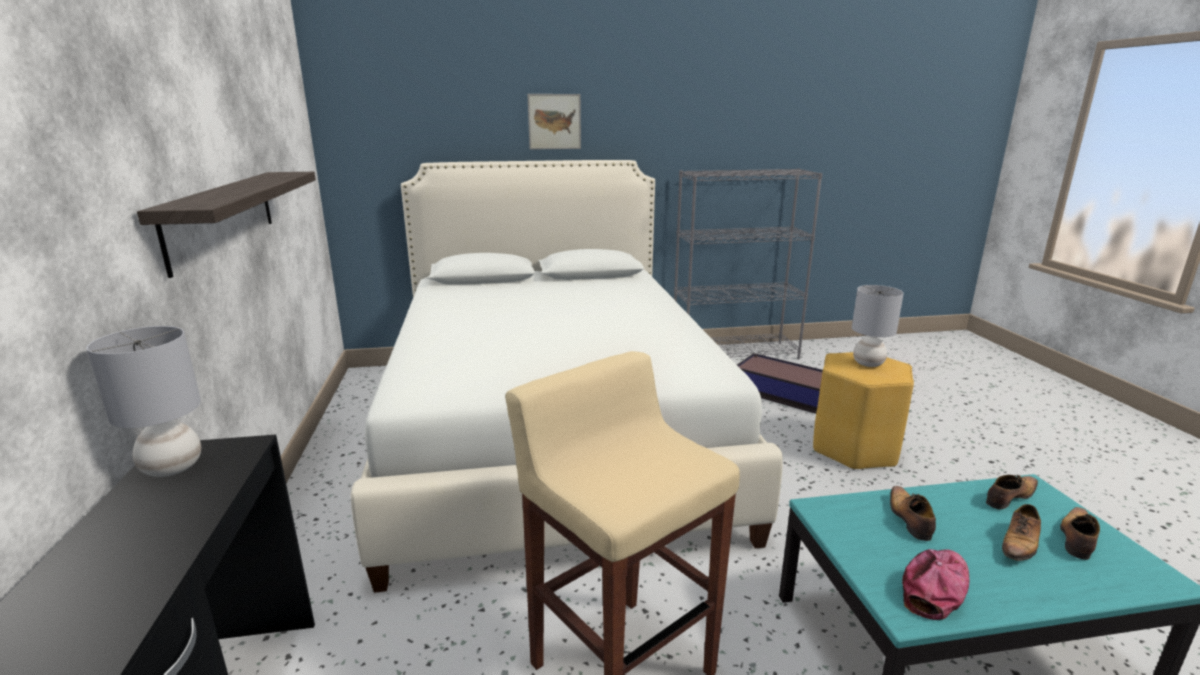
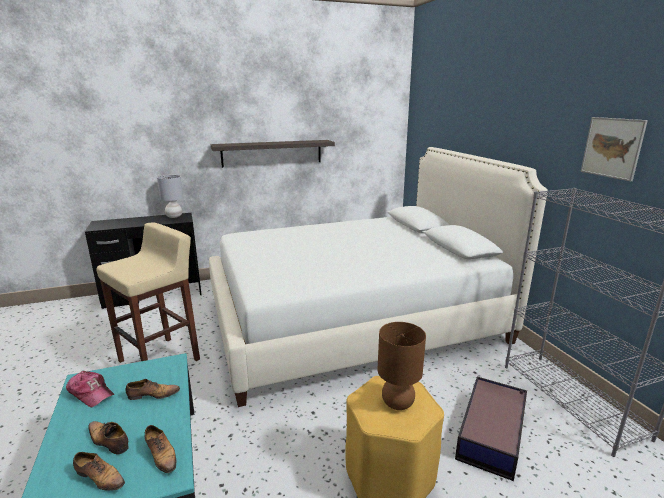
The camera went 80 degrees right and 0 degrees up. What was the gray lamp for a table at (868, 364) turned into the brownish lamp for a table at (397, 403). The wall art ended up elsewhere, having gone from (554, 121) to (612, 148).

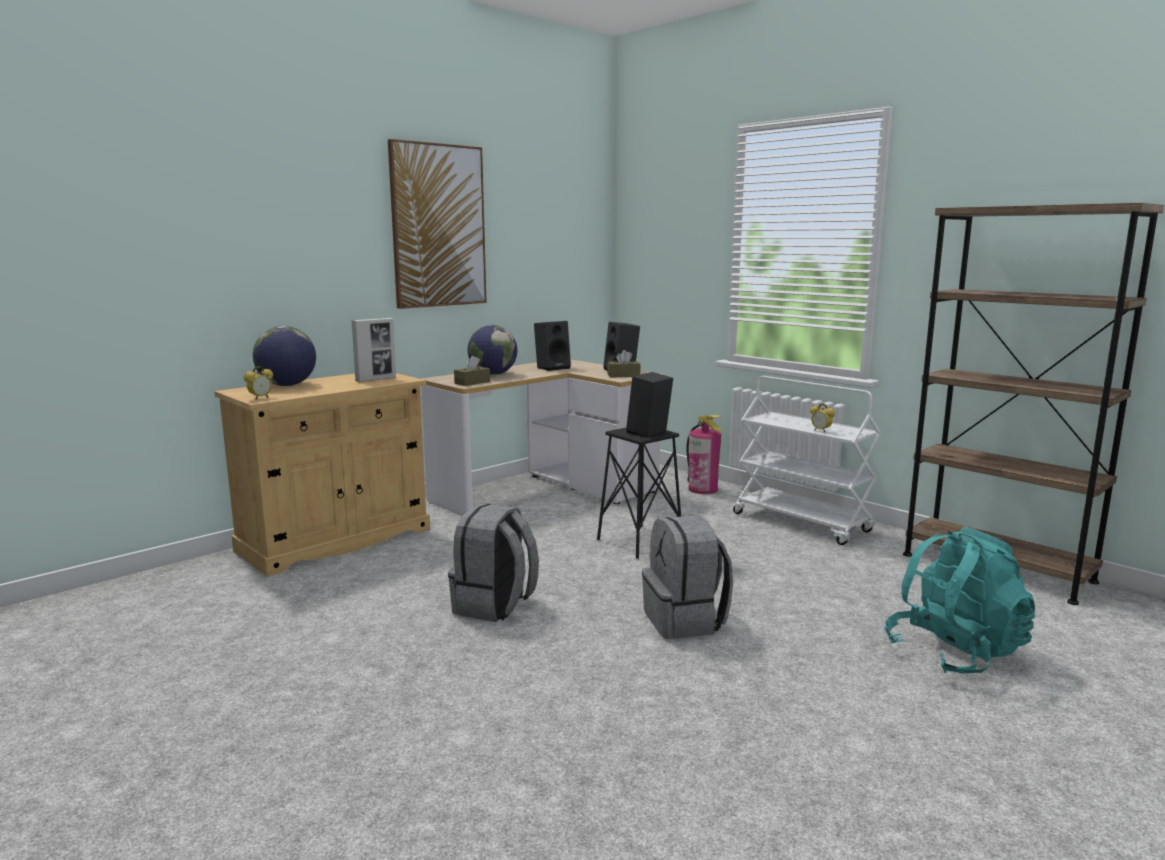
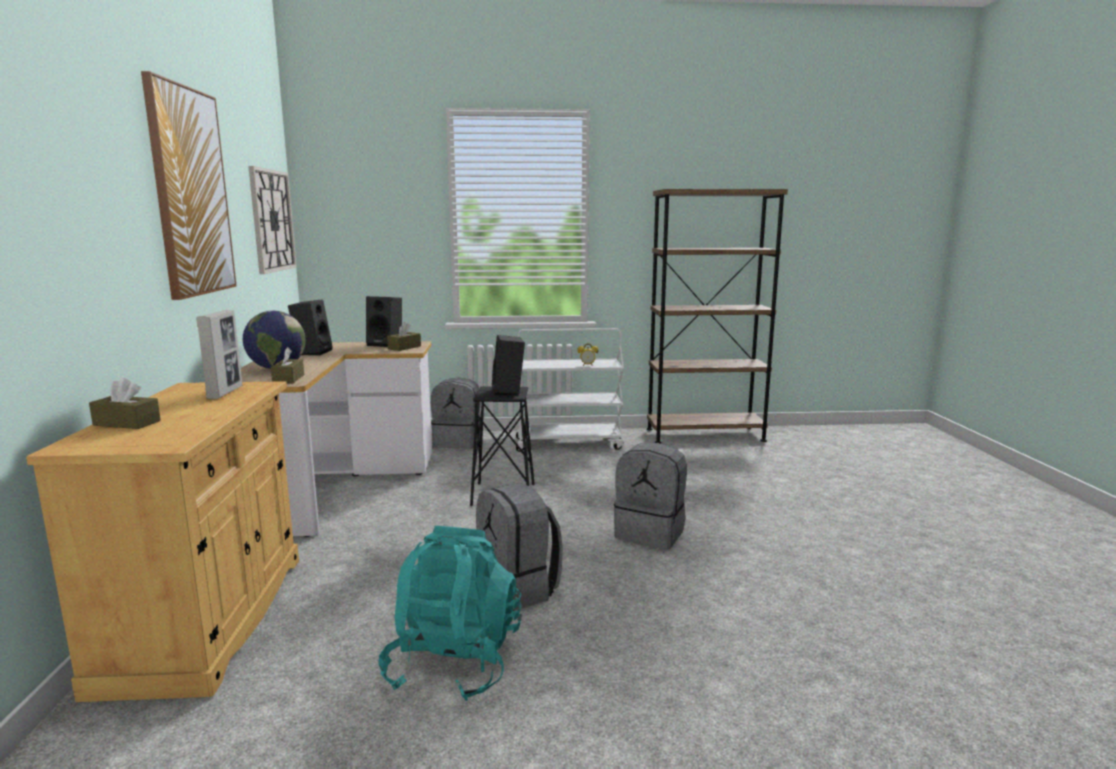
The camera went 50 degrees left and 0 degrees up. Where the world globe stood at (287, 385), the brownish tissue box came to stand at (127, 423). The second view gained the clock on the wall at (272, 221). The blue-green rucksack ended up elsewhere, having gone from (954, 652) to (454, 662). Where the fire extinguisher stood at (703, 489), the gray rucksack came to stand at (458, 442). The second view lost the bedside clock at (260, 398).

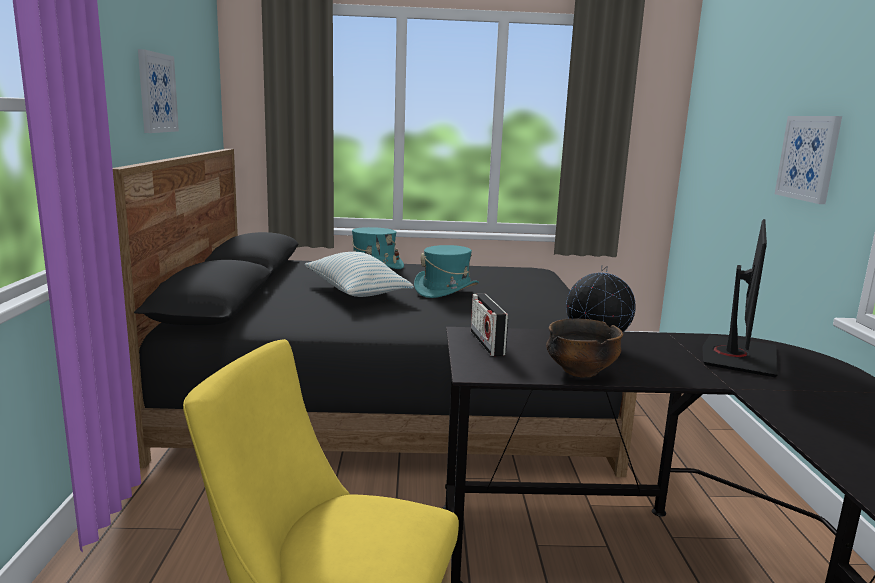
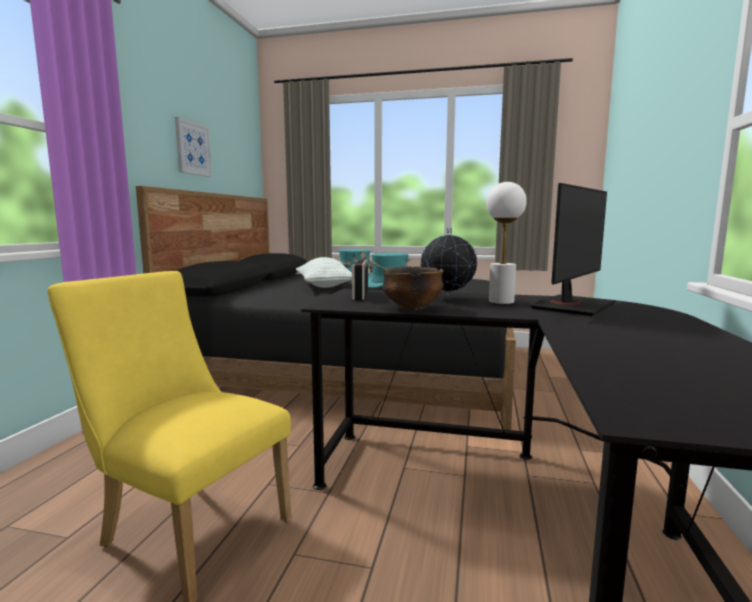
The camera went 15 degrees right and 5 degrees down. The second view gained the white lamp for a table at (501, 301). The second view lost the wall art at (808, 158).

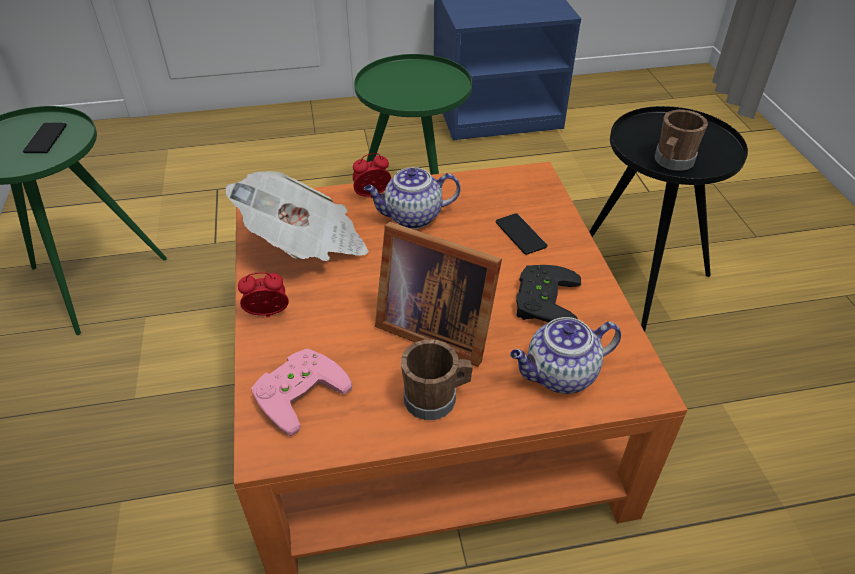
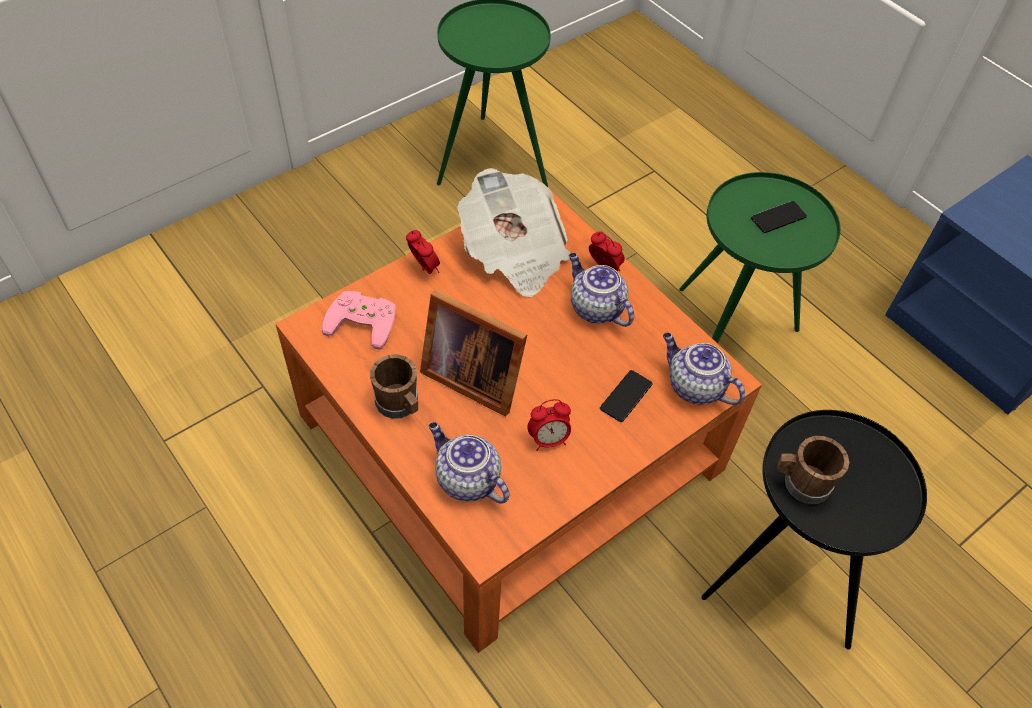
The camera went 60 degrees right and 10 degrees up. The picture frame at (433, 326) ended up facing another way, 60 degrees counterclockwise from before. Where the black-coloured joypad stood at (542, 299), the bedside clock came to stand at (548, 440). The second view gained the pot for tea at (694, 386). The handset ended up elsewhere, having gone from (45, 139) to (778, 217).

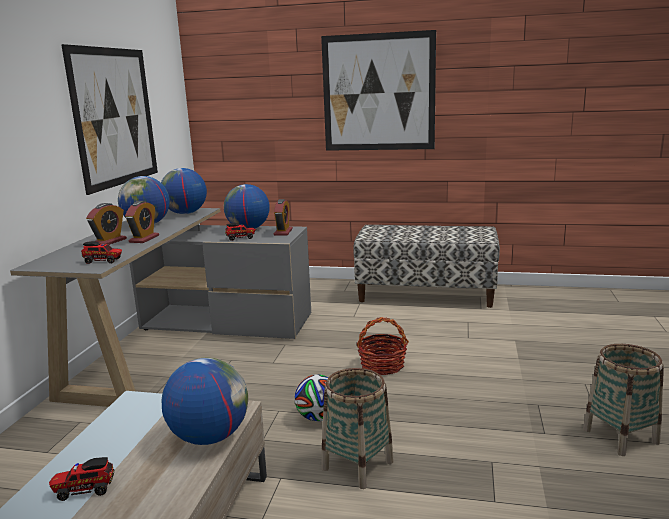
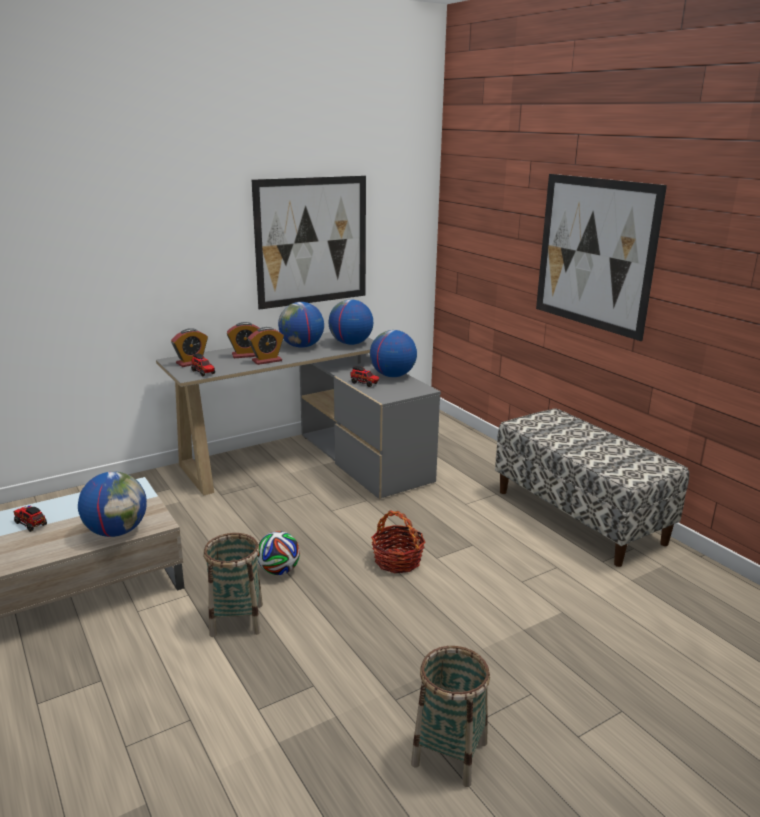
The camera went 45 degrees right and 5 degrees up. The bedside clock ended up elsewhere, having gone from (283, 232) to (191, 363).

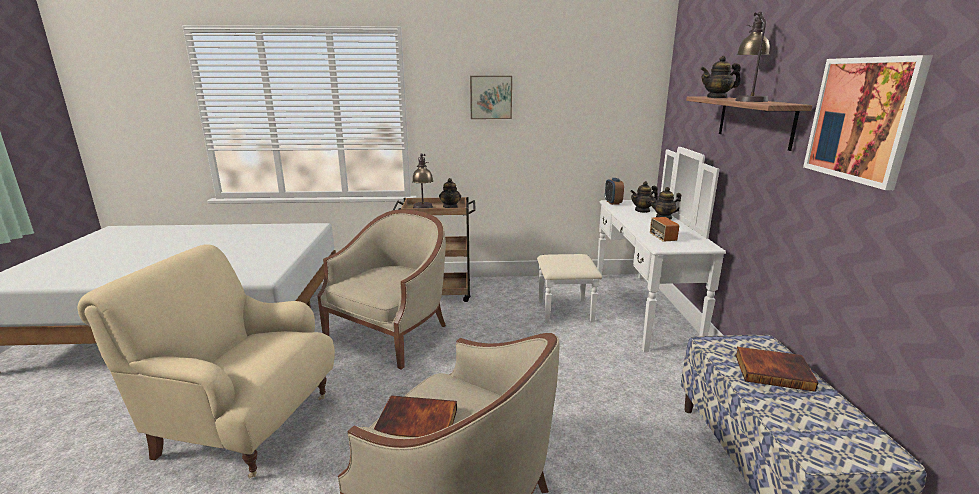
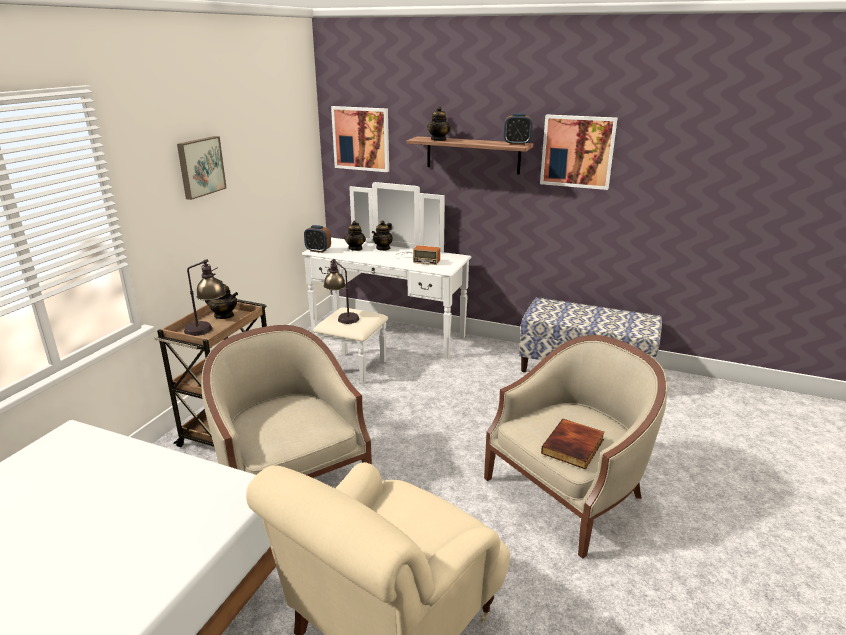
The camera went 65 degrees left and 5 degrees up. The lamp for a table ended up elsewhere, having gone from (747, 100) to (342, 317). The second view gained the wall art at (361, 138). The second view gained the bedside clock at (517, 144). The second view lost the bound book at (773, 371).

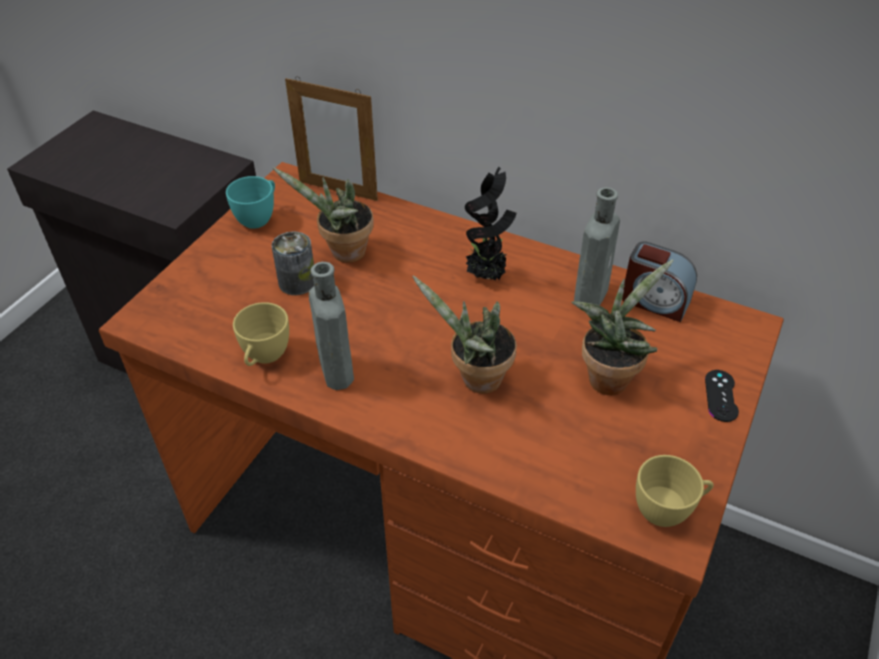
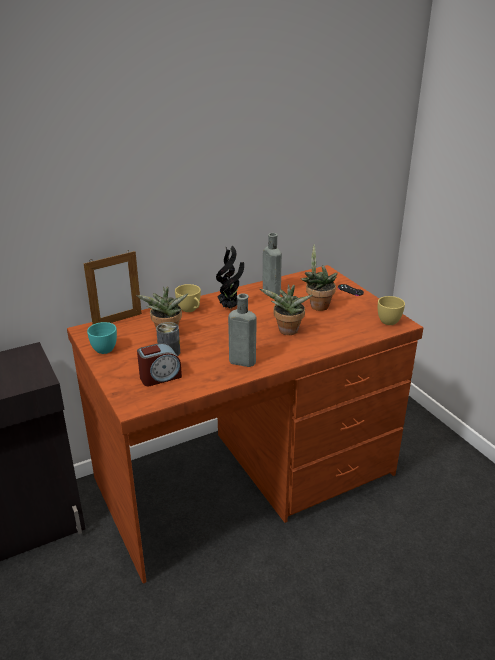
The camera went 55 degrees left and 15 degrees down. The bedside clock ended up elsewhere, having gone from (654, 301) to (160, 377). The yellow-coloured drinking cup ended up elsewhere, having gone from (264, 357) to (190, 310).

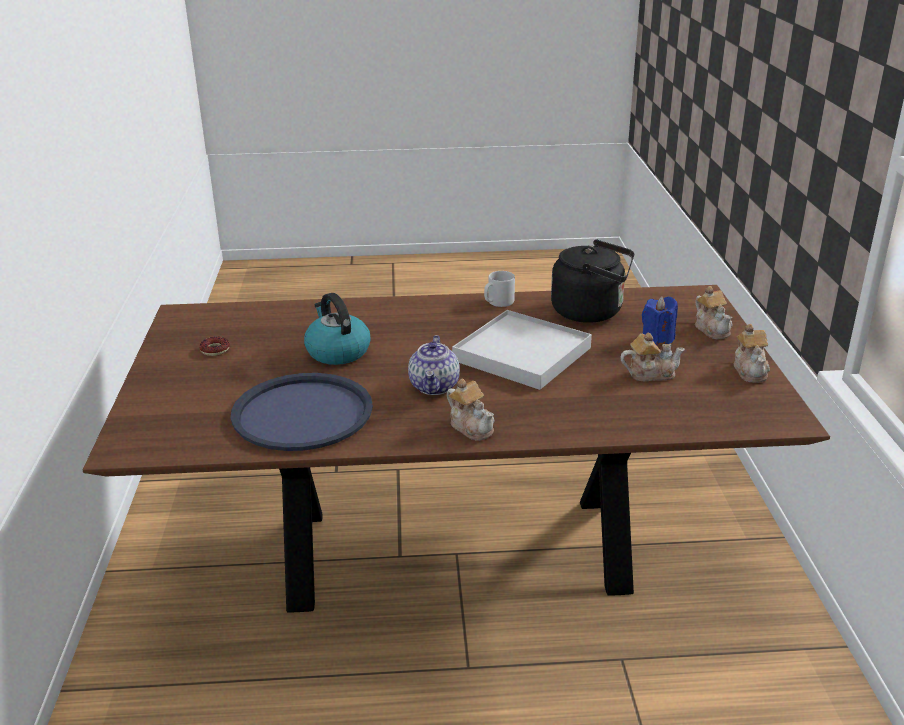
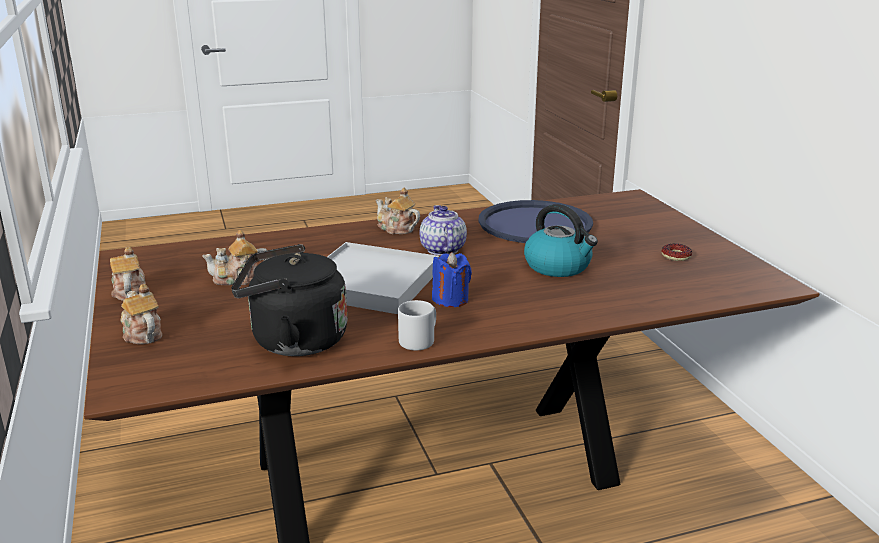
The camera went 165 degrees right and 5 degrees down. The blue wax light ended up elsewhere, having gone from (657, 339) to (450, 299).

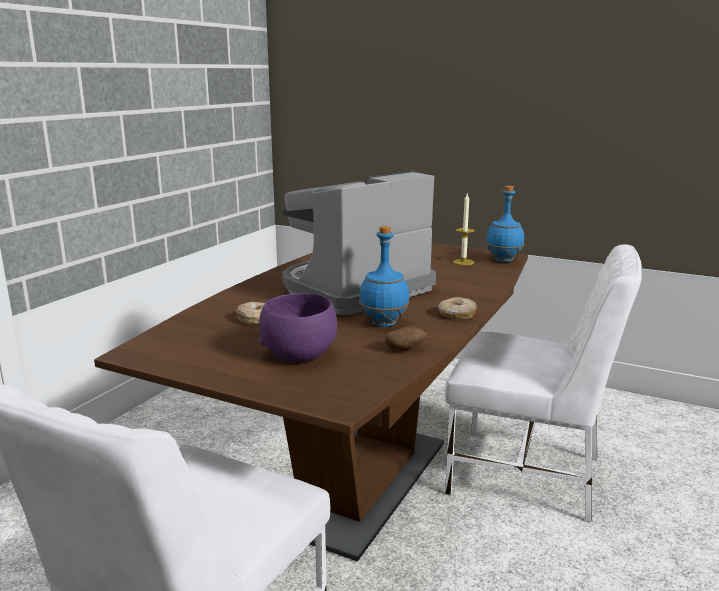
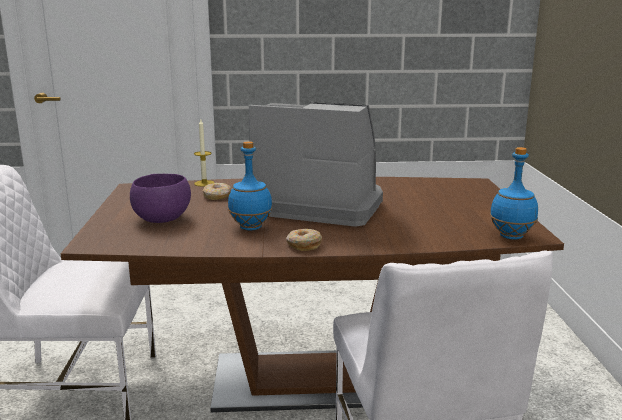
The camera went 60 degrees right and 0 degrees up. The wax light ended up elsewhere, having gone from (463, 262) to (204, 183). The second view lost the potato at (405, 350).

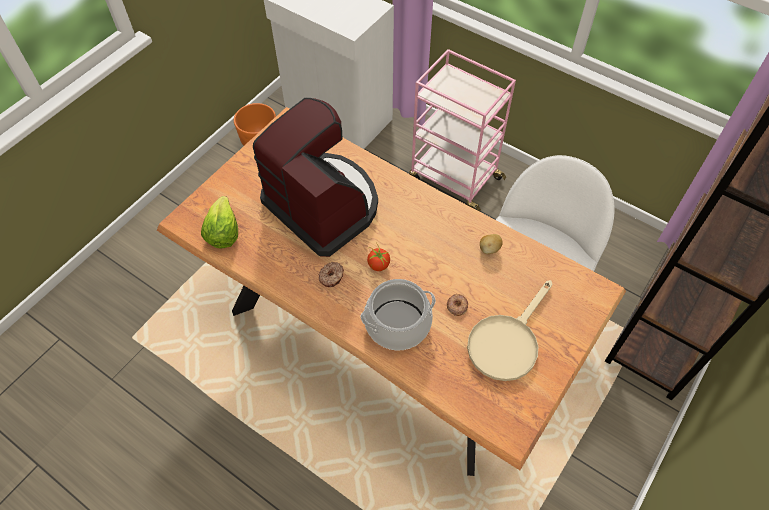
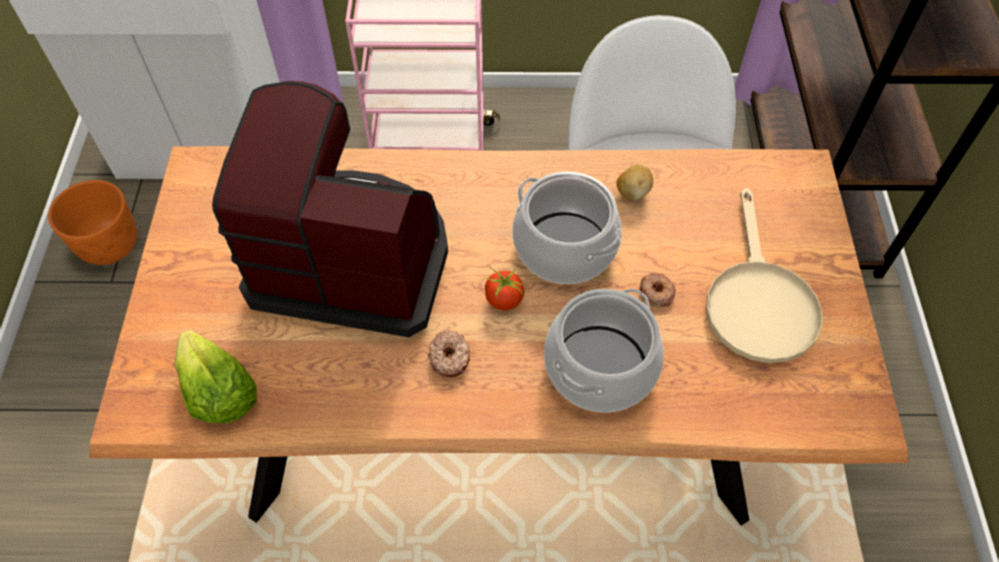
The camera went 35 degrees left and 0 degrees up. The second view gained the saucepot at (564, 248).

